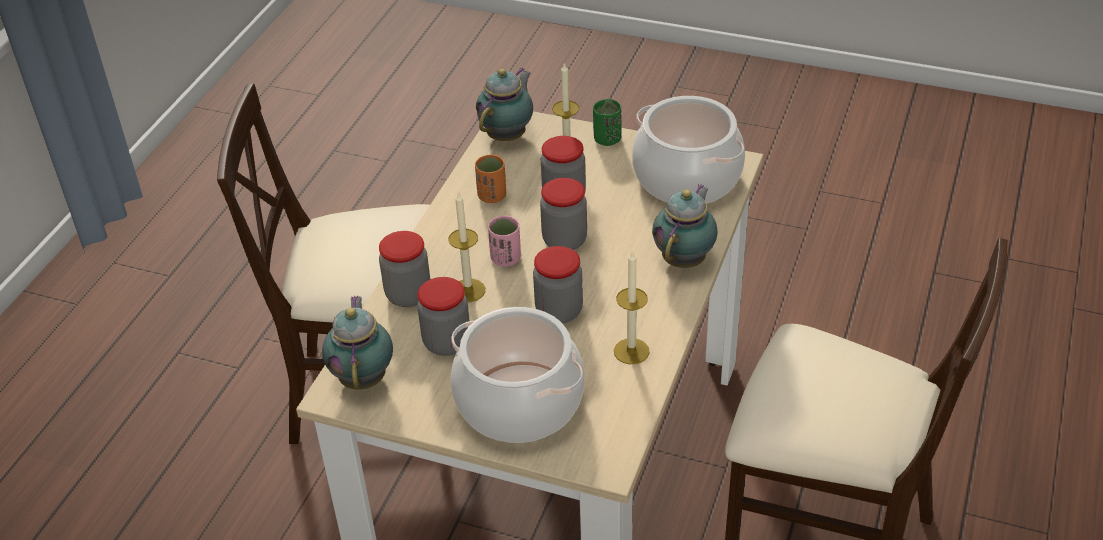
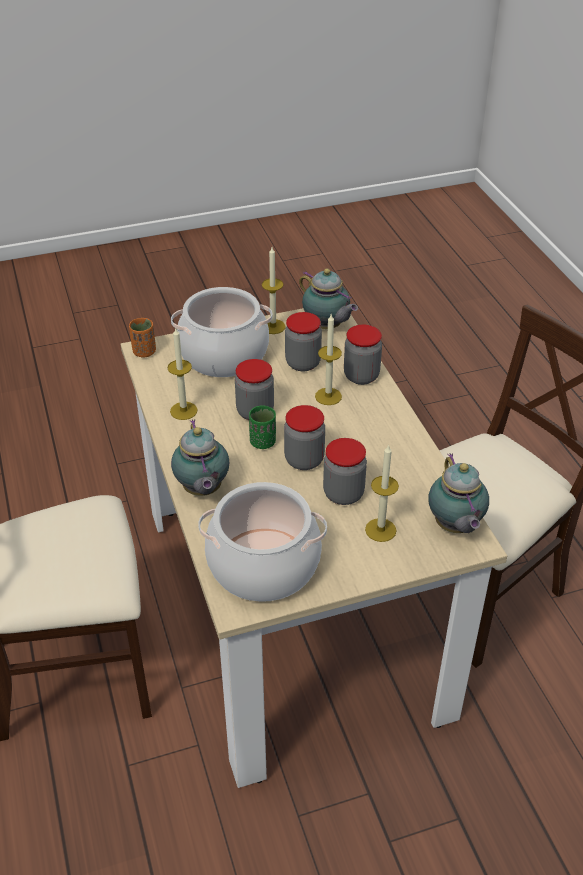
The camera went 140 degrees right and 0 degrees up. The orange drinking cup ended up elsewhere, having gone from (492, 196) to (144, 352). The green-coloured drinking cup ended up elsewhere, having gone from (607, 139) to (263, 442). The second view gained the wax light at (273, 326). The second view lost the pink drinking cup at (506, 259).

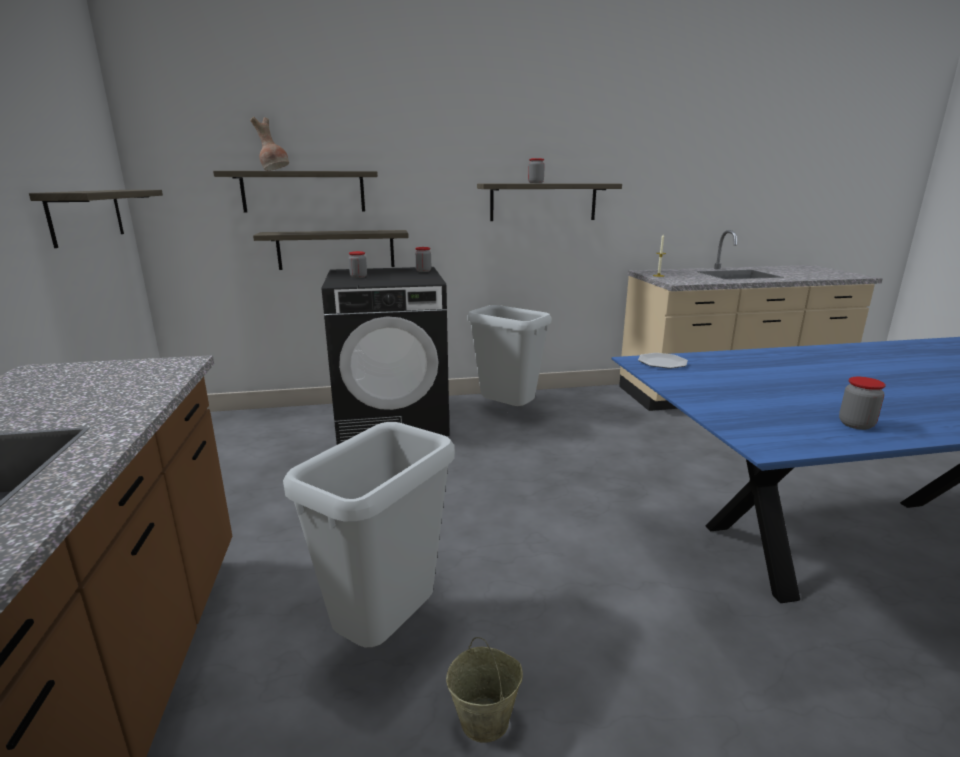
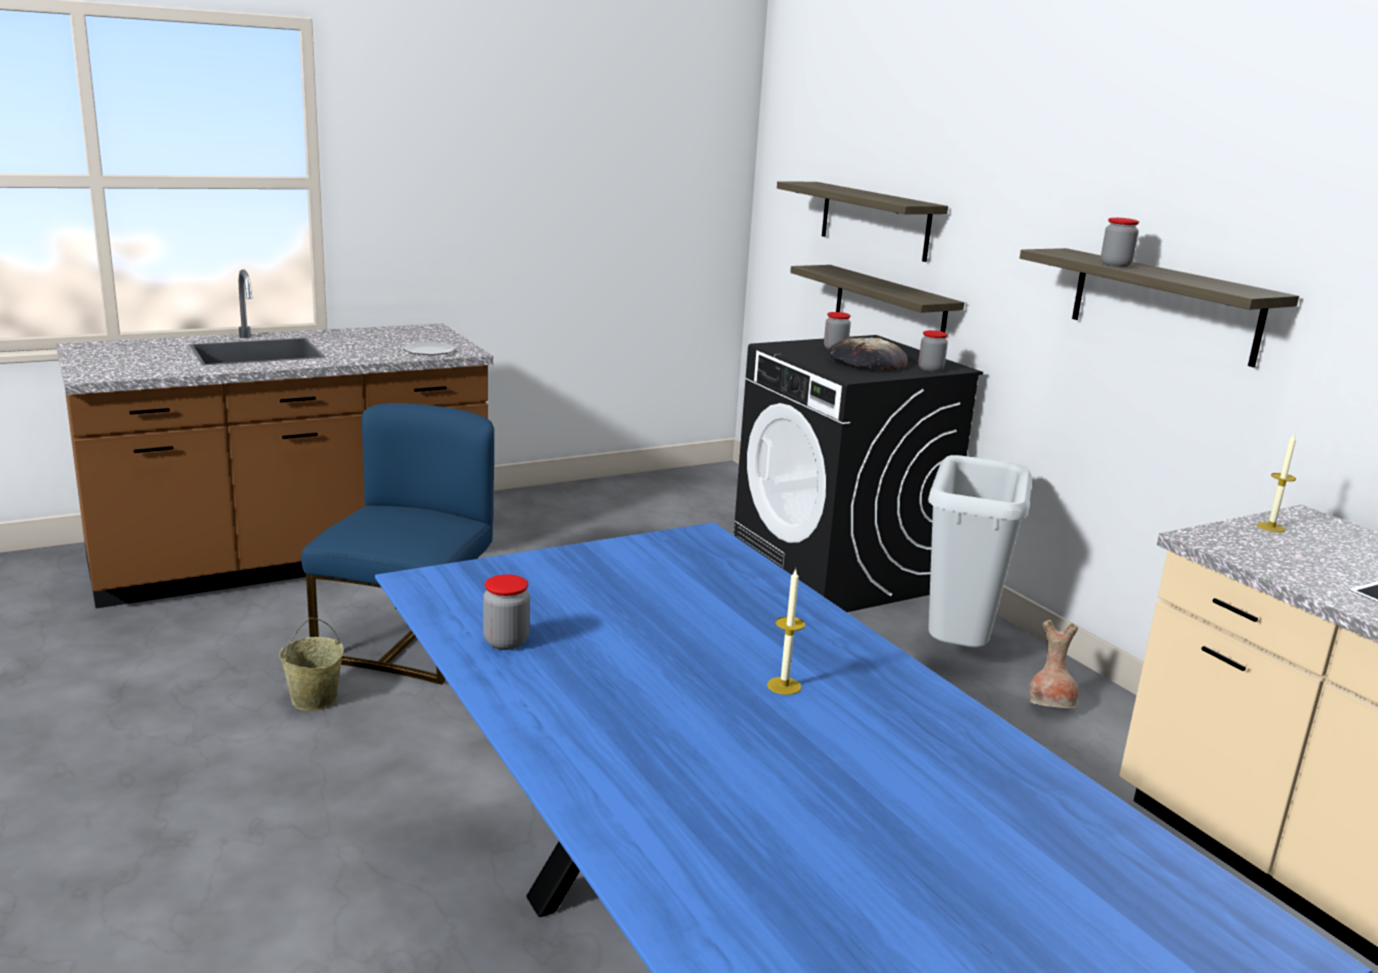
The camera went 70 degrees right and 0 degrees up. Where the gray rubbish bin stood at (385, 631), the blue plain chair came to stand at (409, 641). The flat dish ended up elsewhere, having gone from (662, 363) to (429, 351). The second view gained the wax light at (784, 686). The second view gained the baked bread at (866, 363). The brownish vase ended up elsewhere, having gone from (275, 170) to (1051, 707). The second view lost the shelf at (86, 216).

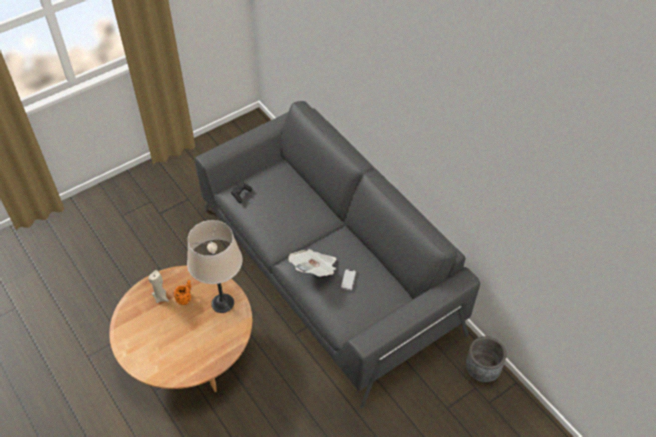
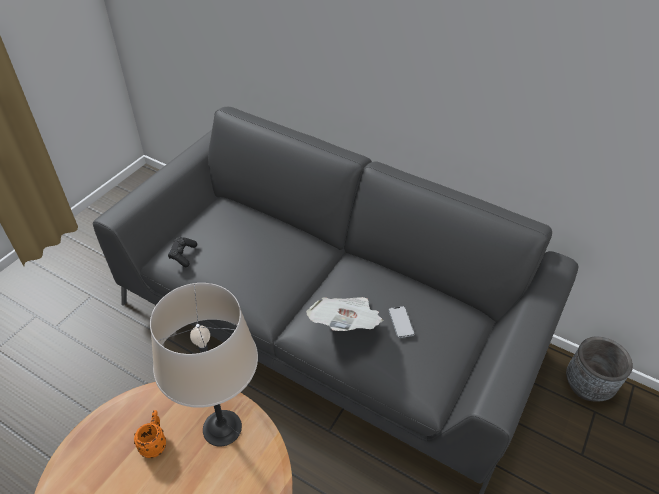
The camera went 25 degrees left and 5 degrees down. The second view lost the beige wax light at (161, 297).

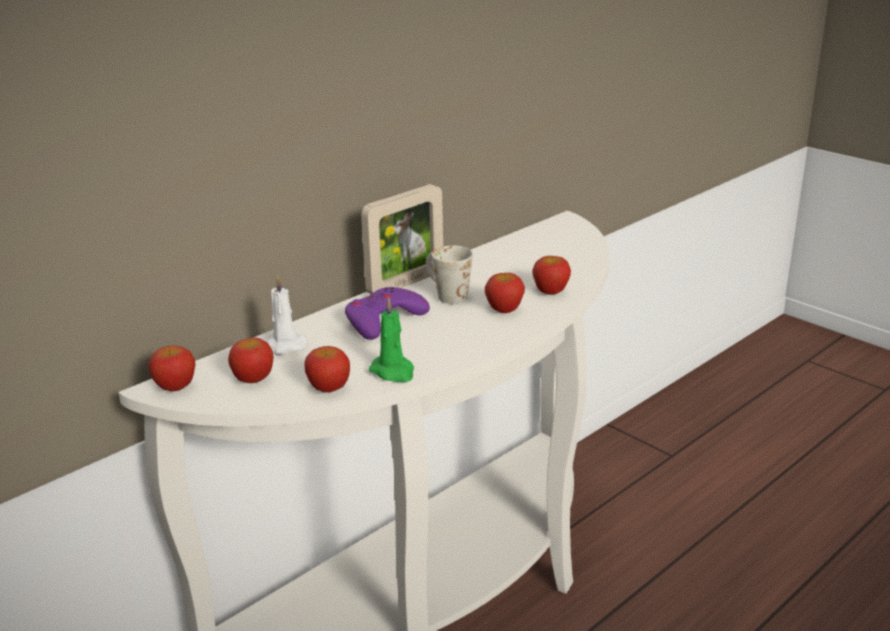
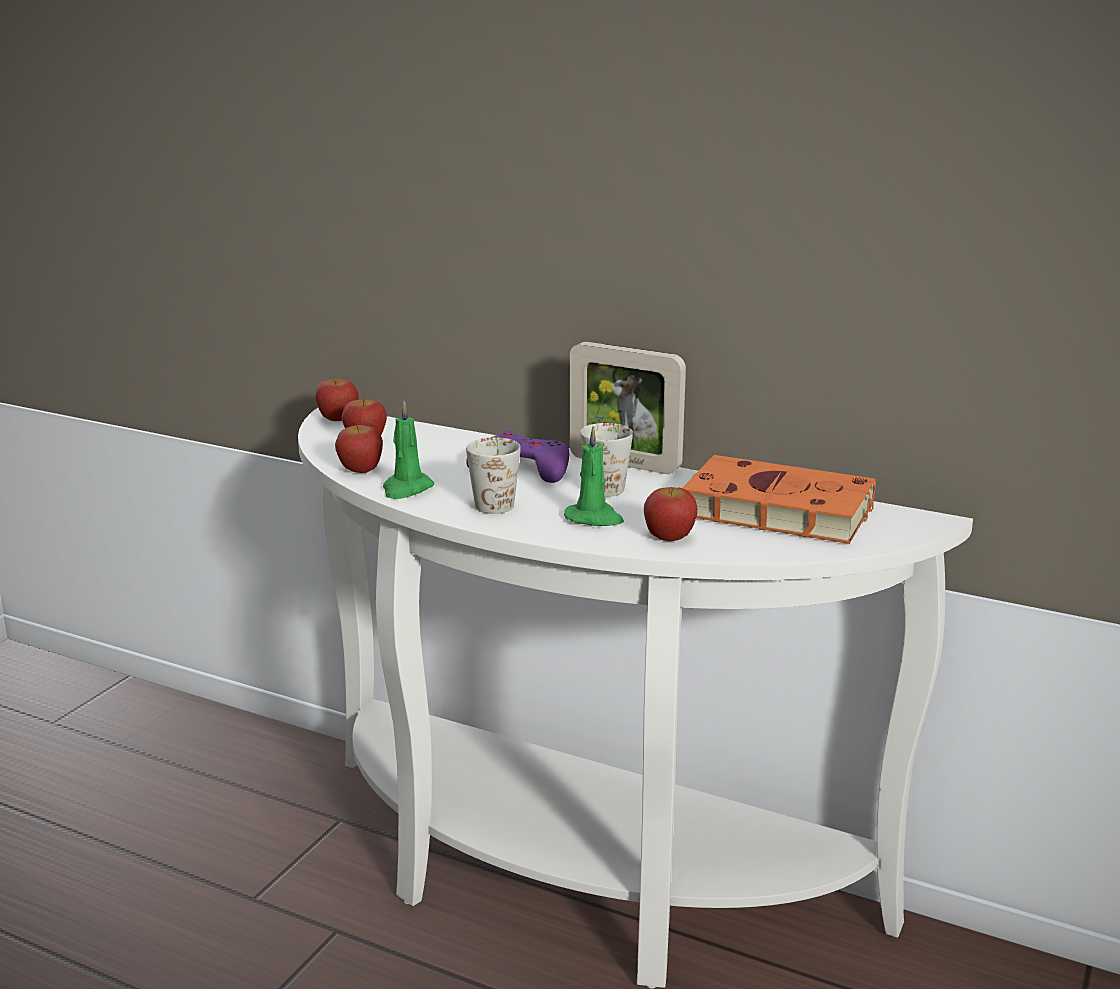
The camera went 70 degrees right and 5 degrees down. The second view gained the white mug at (495, 501). Where the whole apple stood at (504, 309), the green-coloured wax light came to stand at (594, 518). The second view gained the orange bound book at (771, 510). The second view lost the white wax light at (283, 346).

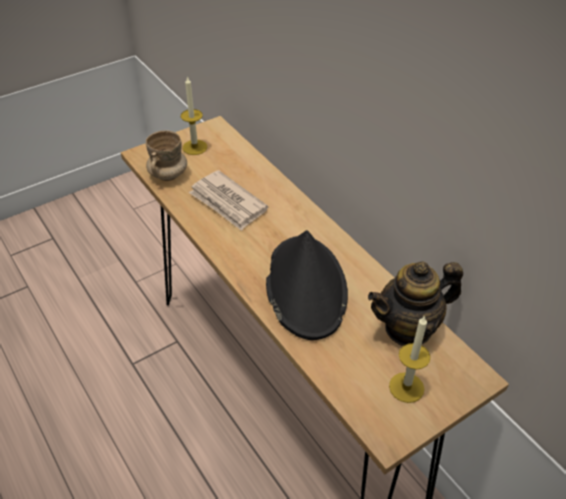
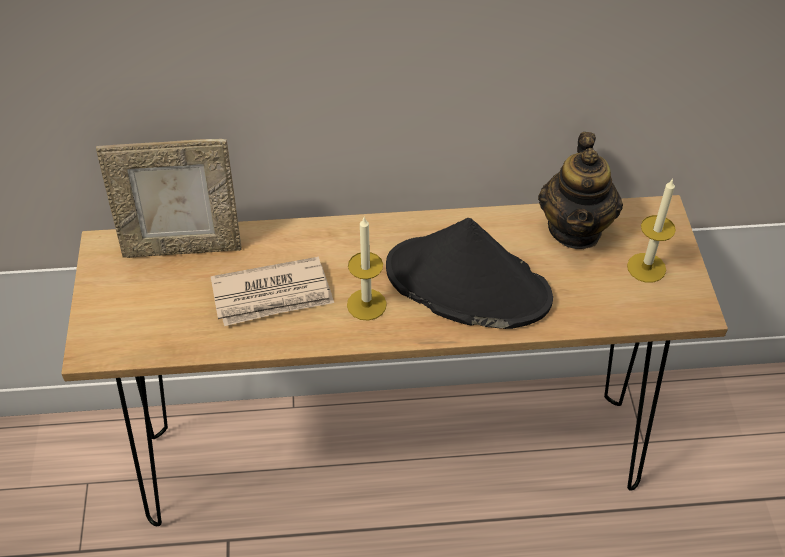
The camera went 60 degrees left and 5 degrees up. The second view gained the picture frame at (183, 246). The wax light ended up elsewhere, having gone from (195, 147) to (366, 304). The second view lost the beige mug at (168, 175).

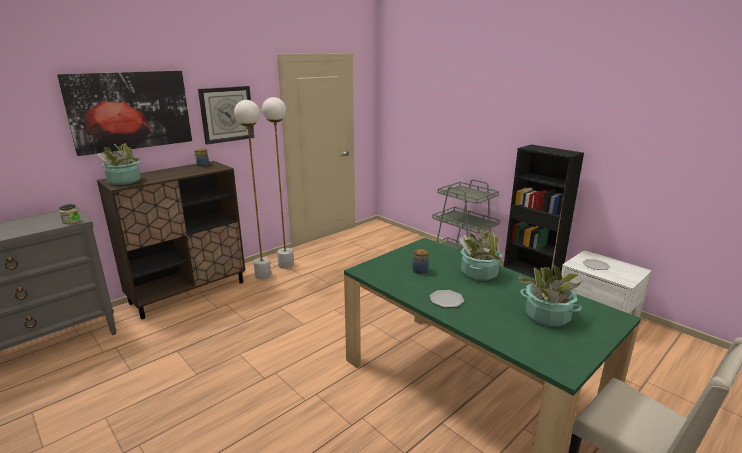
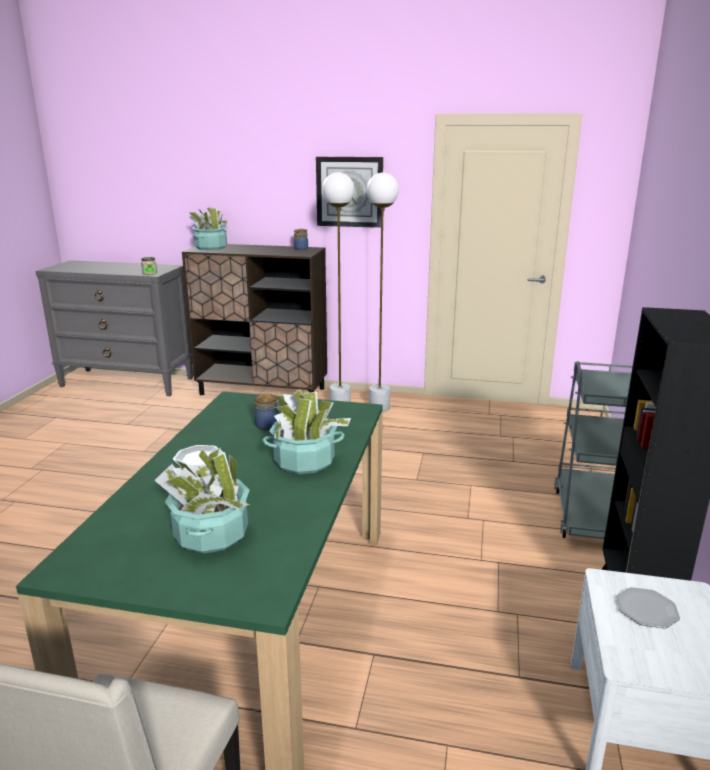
The camera went 55 degrees right and 0 degrees up. The second view lost the wall art at (131, 111).

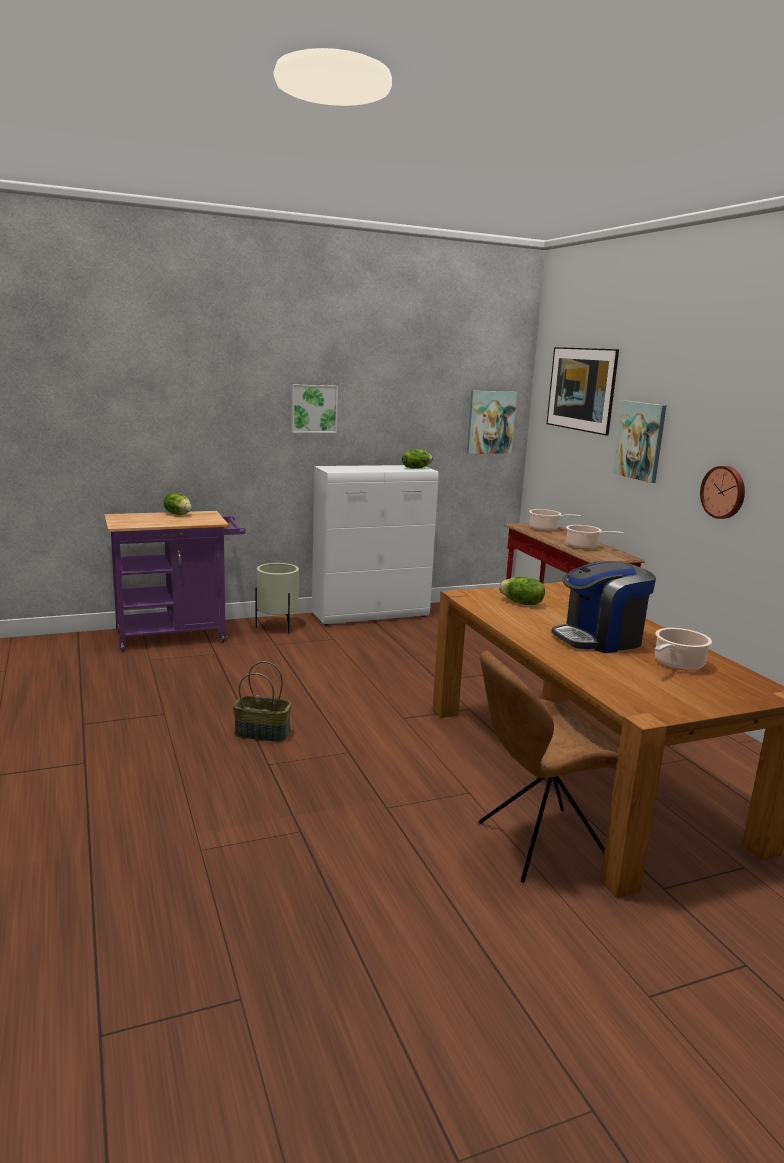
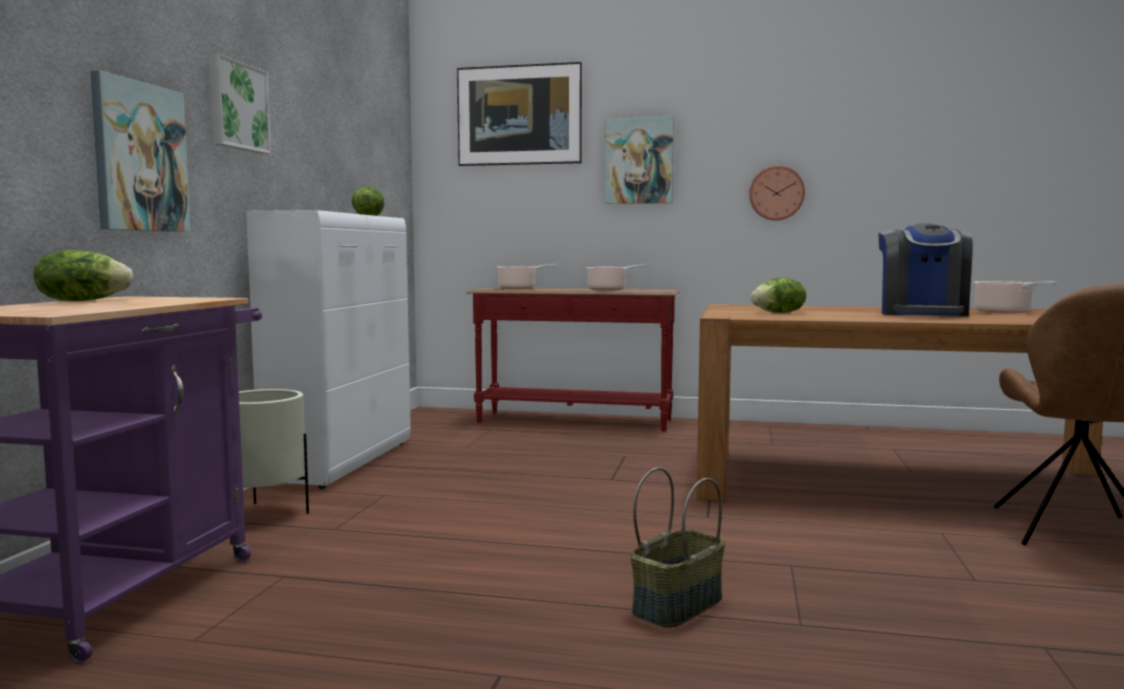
The camera went 55 degrees left and 10 degrees down. The wall art ended up elsewhere, having gone from (490, 422) to (139, 157).

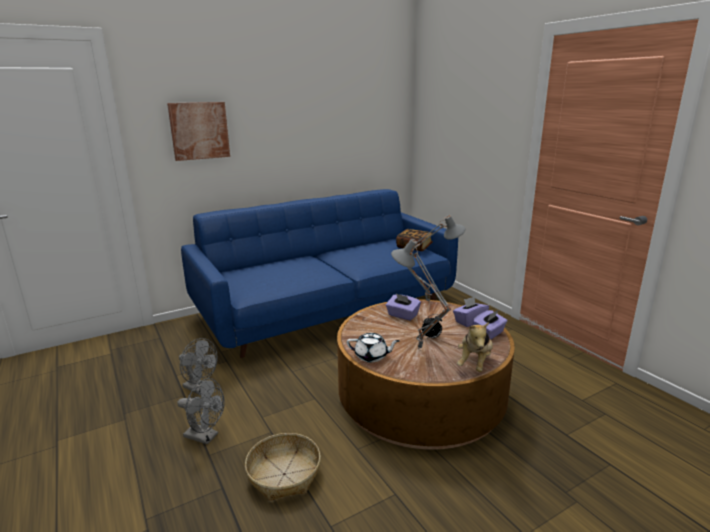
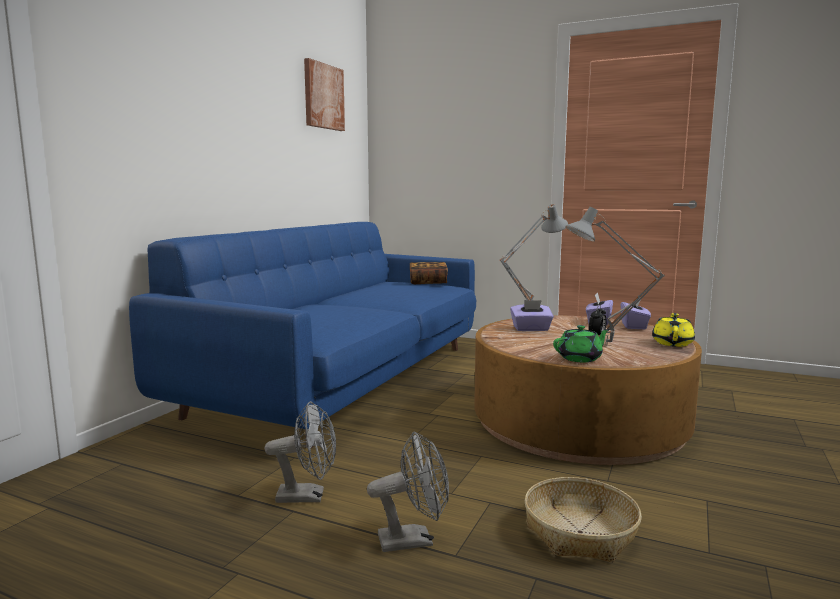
The camera went 35 degrees left and 10 degrees down. The wall art ended up elsewhere, having gone from (199, 130) to (323, 96). What was the white pot for tea at (372, 356) turned into the green-coloured pot for tea at (580, 358). Where the plush toy stood at (475, 363), the yellow-coloured pot for tea came to stand at (672, 343).

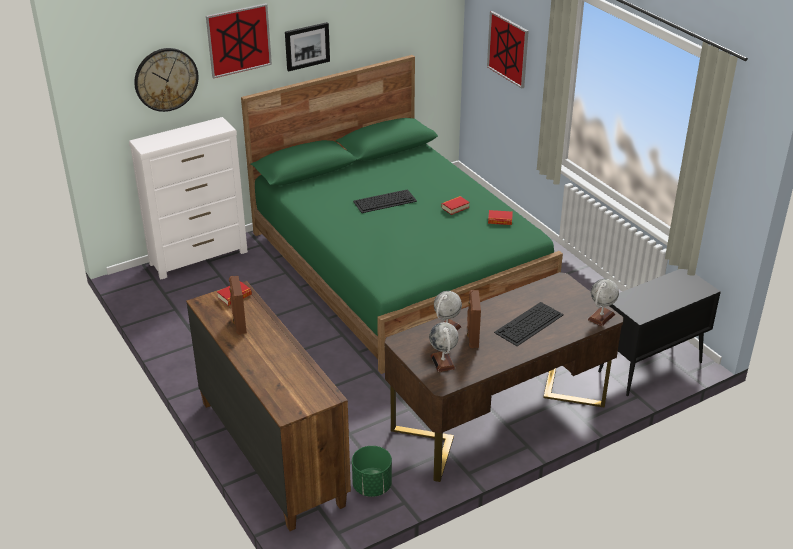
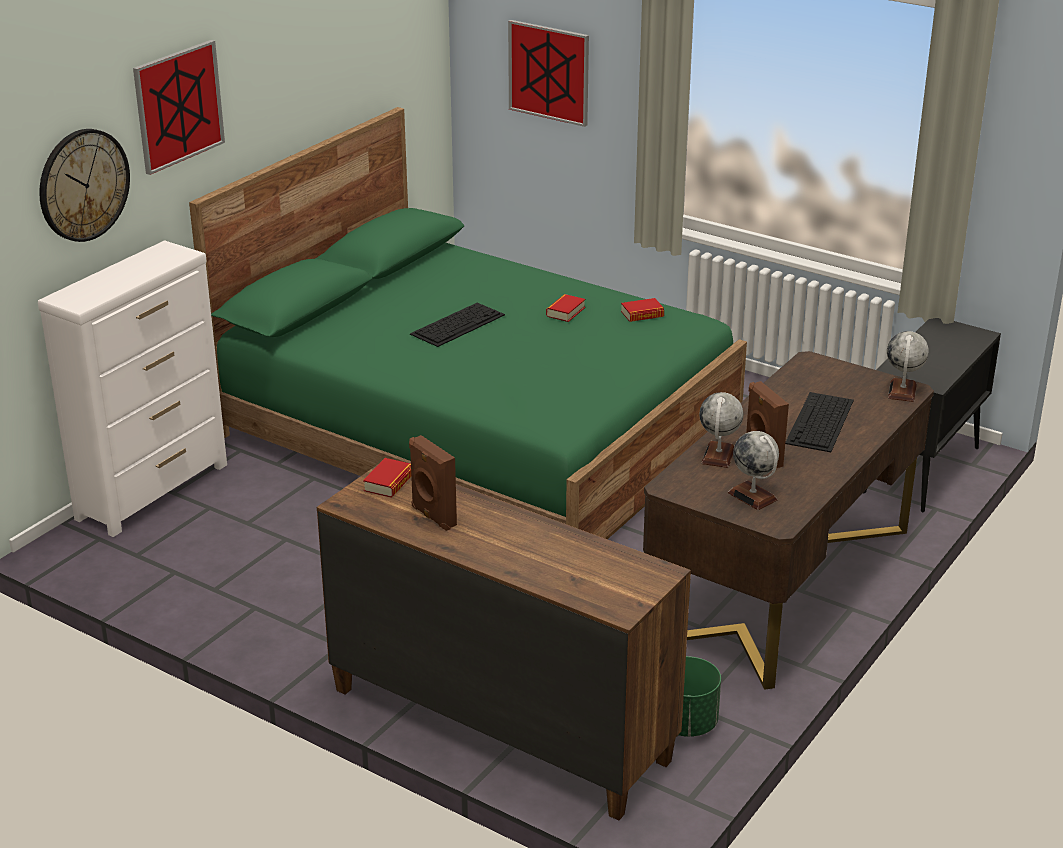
The camera went 25 degrees left and 5 degrees down. The second view lost the wall art at (307, 46).

